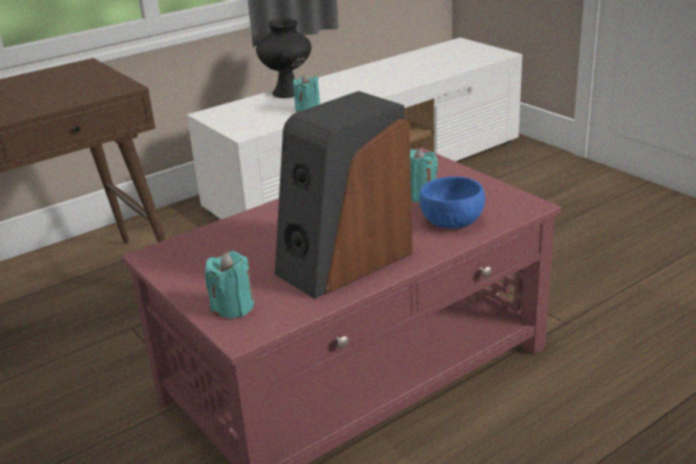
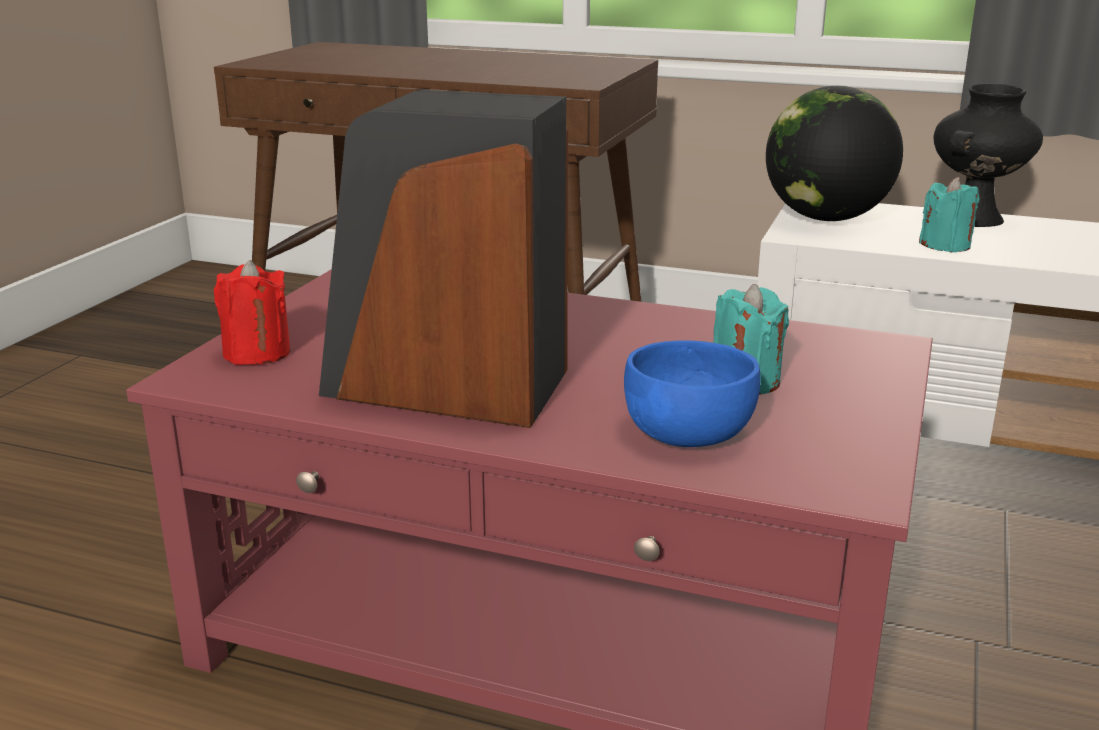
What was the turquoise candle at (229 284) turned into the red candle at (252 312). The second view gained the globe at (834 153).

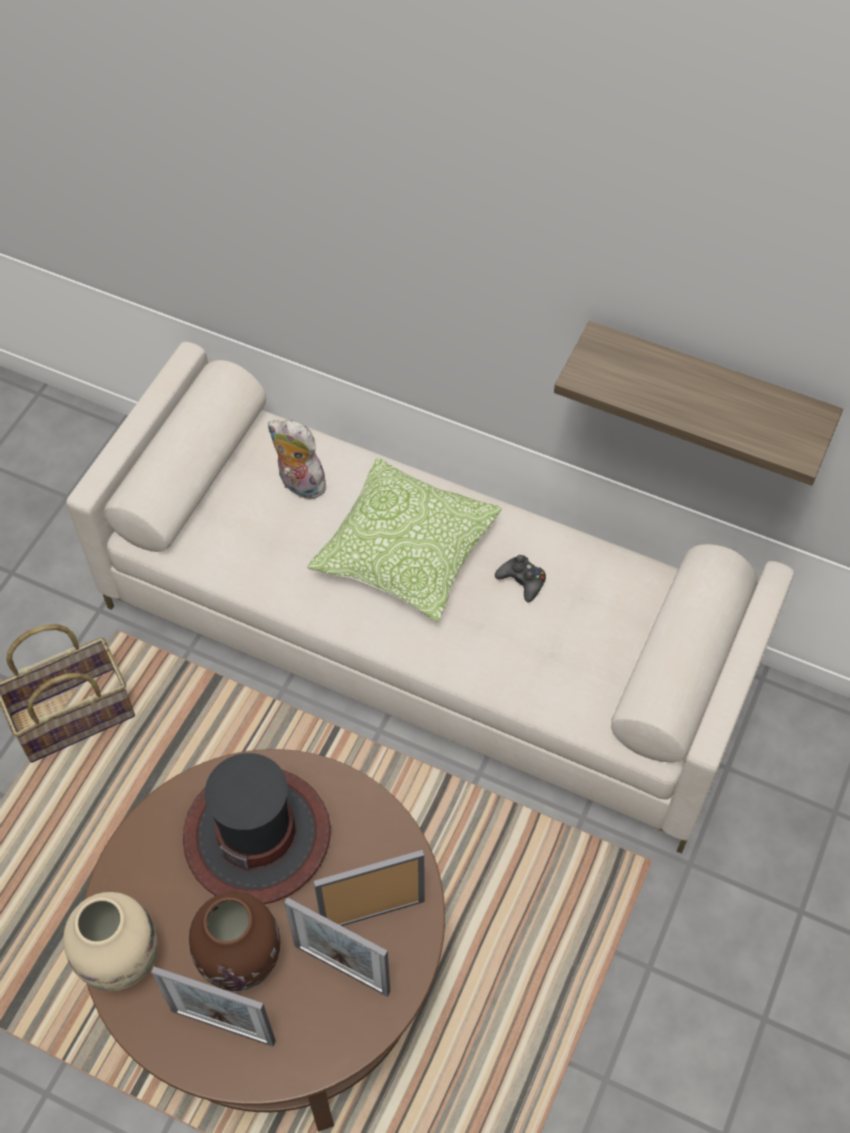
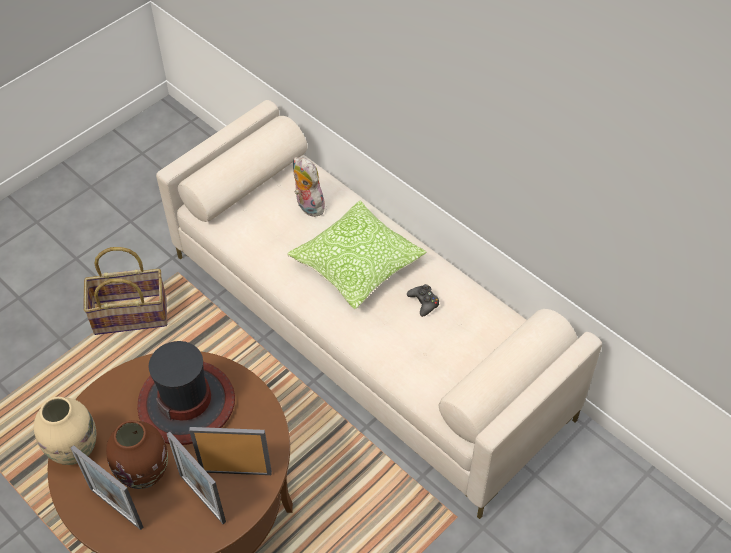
The second view lost the shelf at (698 403).

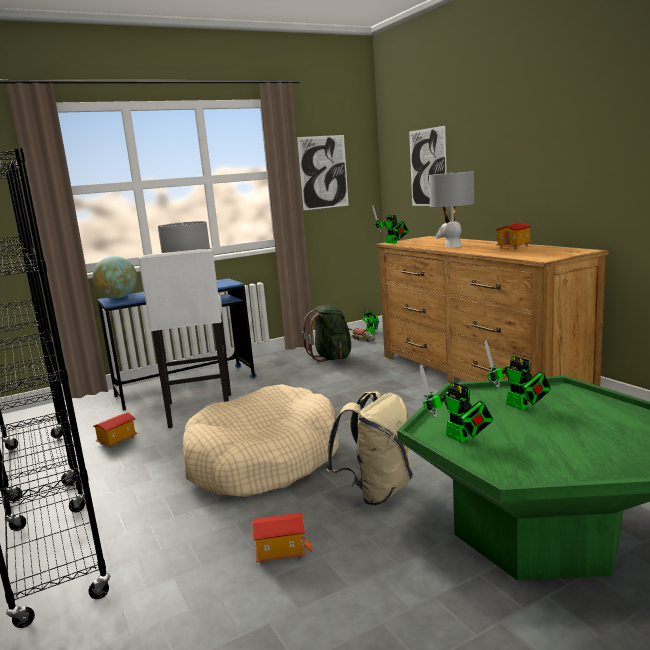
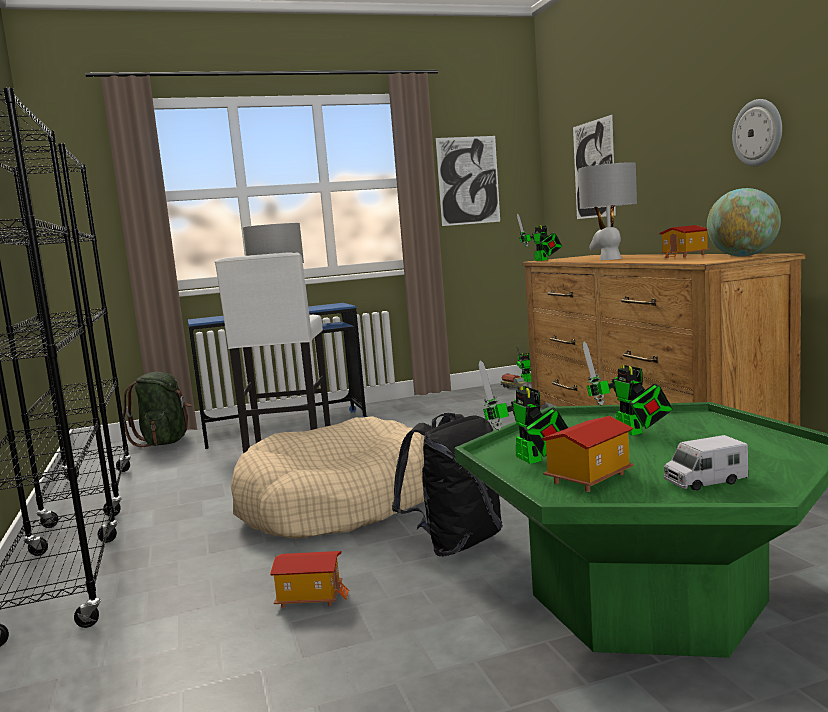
The green backpack ended up elsewhere, having gone from (327 333) to (157 409). What was the beige backpack at (369 448) turned into the black backpack at (447 484). The toy house ended up elsewhere, having gone from (115 430) to (588 454). The second view gained the toy truck at (706 463). The globe ended up elsewhere, having gone from (114 277) to (744 222). The second view gained the wall clock at (757 132).

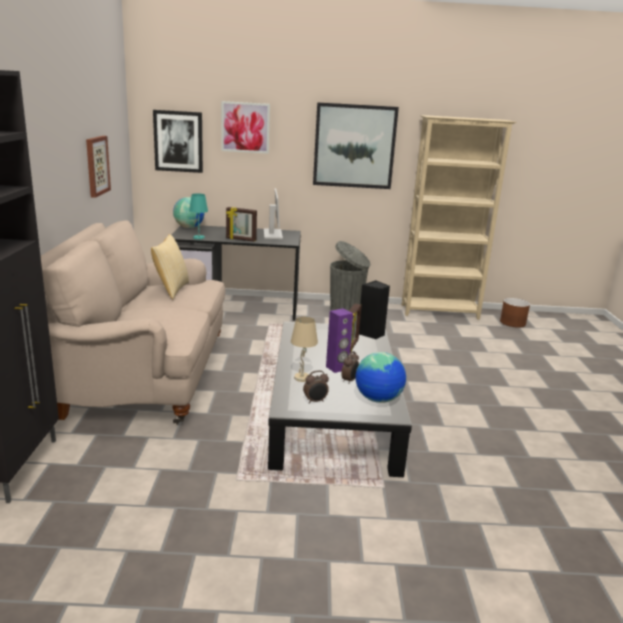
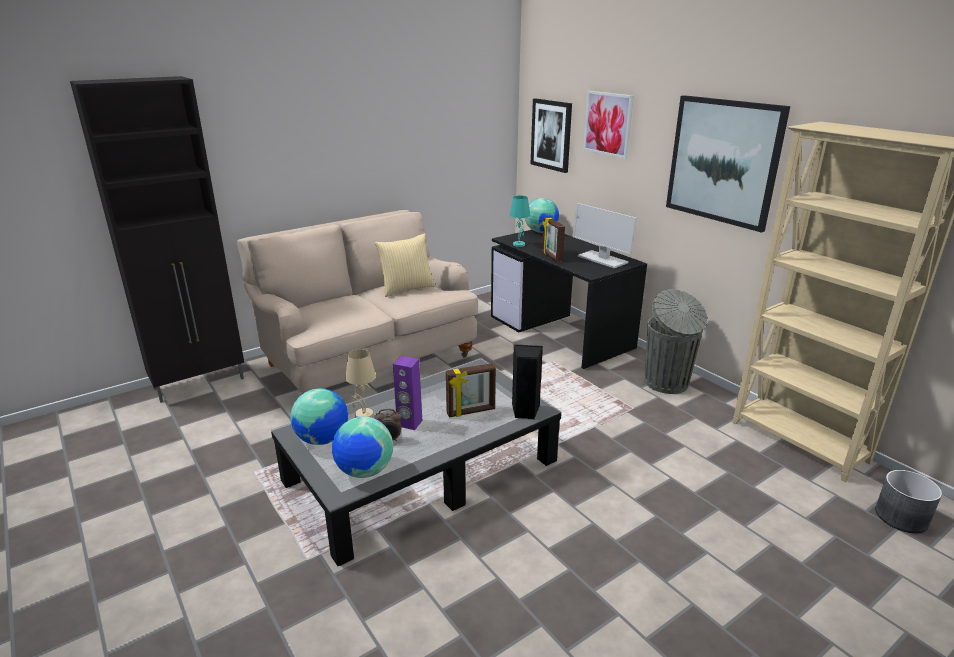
Where the alarm clock stood at (316 387), the globe came to stand at (319 416). The monitor at (273 213) ended up facing another way, 90 degrees clockwise from before. What was the brown planter at (515 313) turned into the grey planter at (908 501). The second view lost the picture at (98 167).

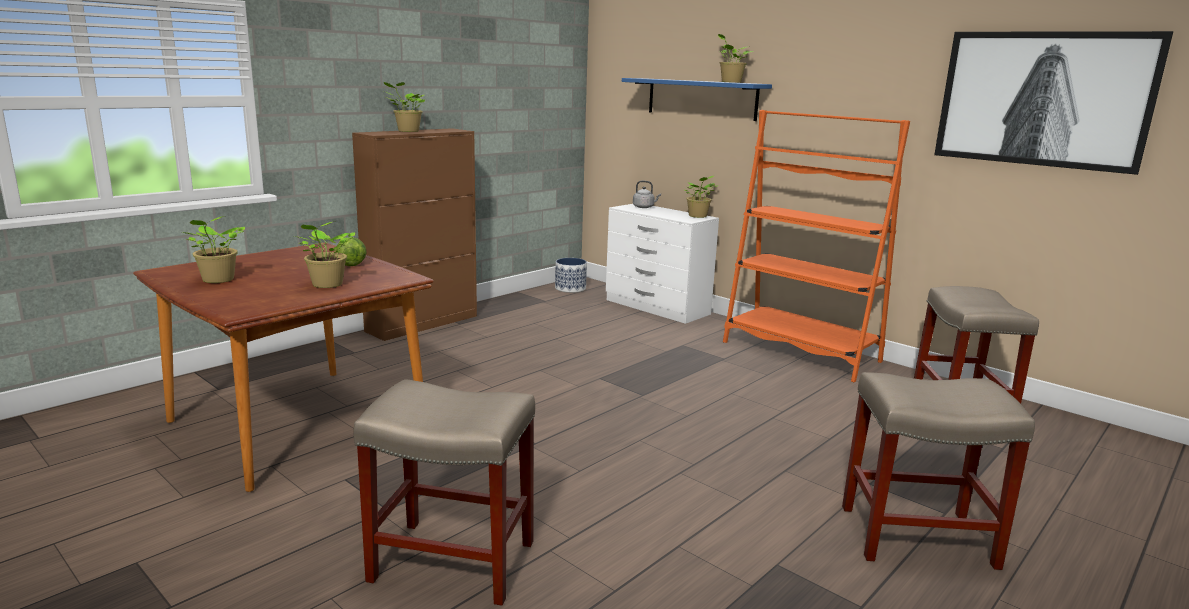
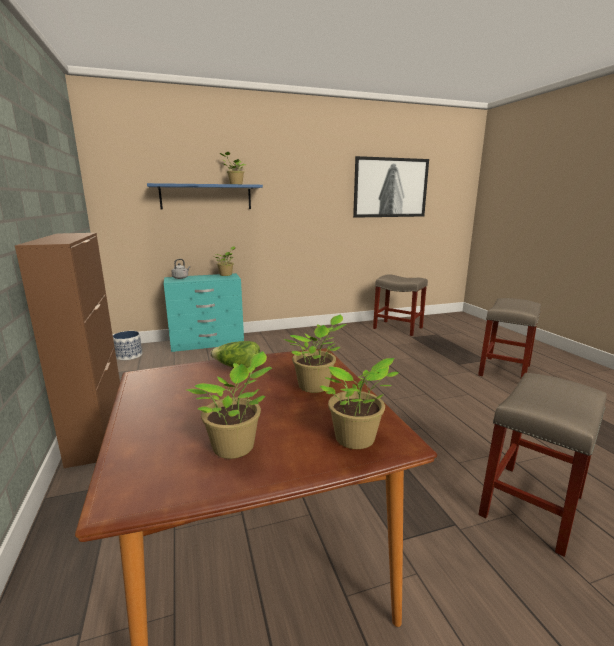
What was the white dresser at (662 264) turned into the turquoise dresser at (204 312). The potted plant ended up elsewhere, having gone from (404 107) to (359 403). The second view lost the orange bookcase at (816 246).

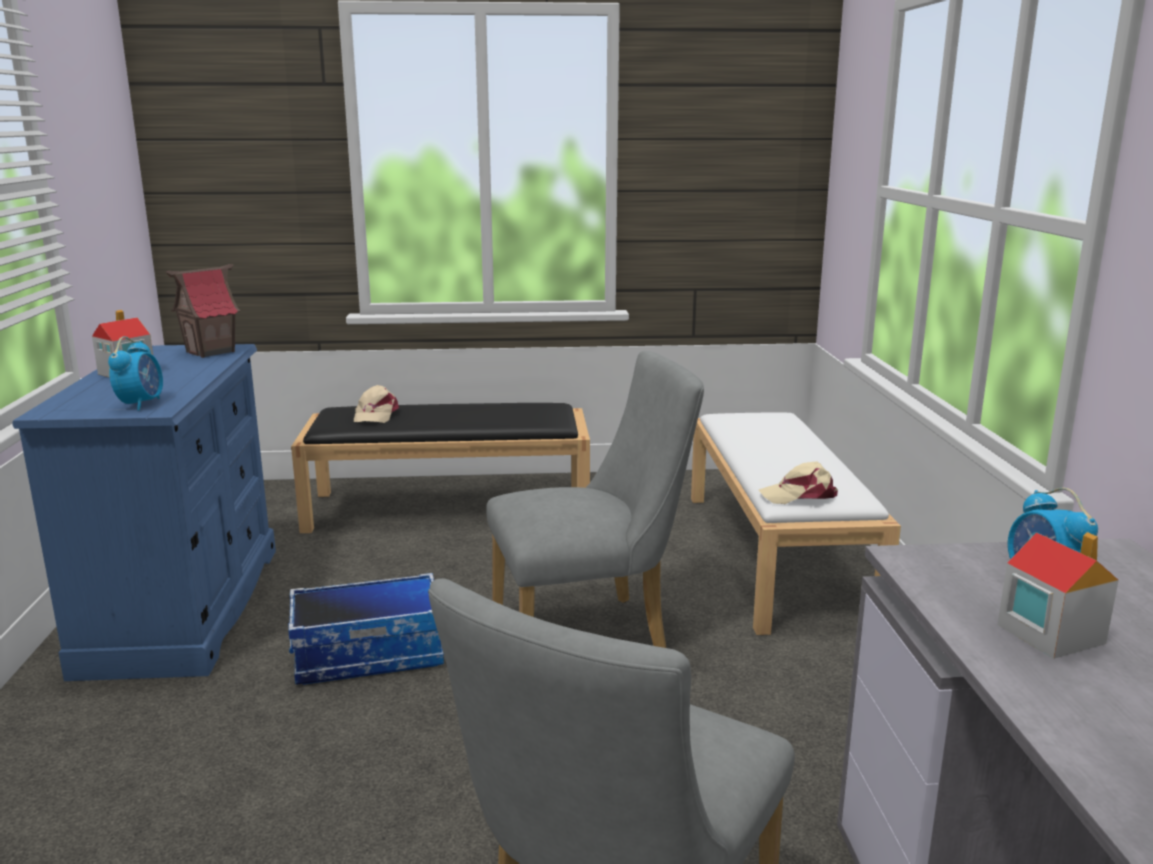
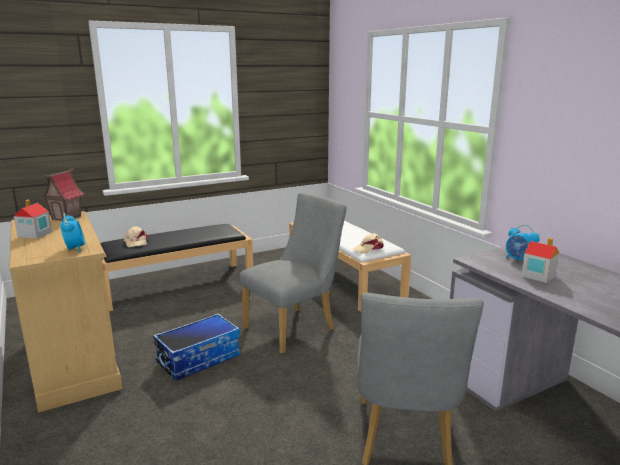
What was the blue dresser at (144 512) turned into the beige dresser at (66 312).

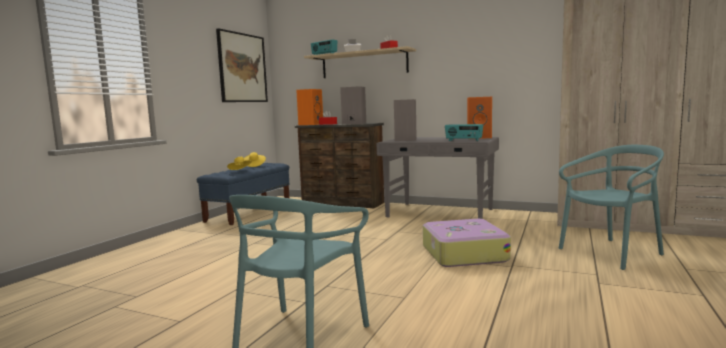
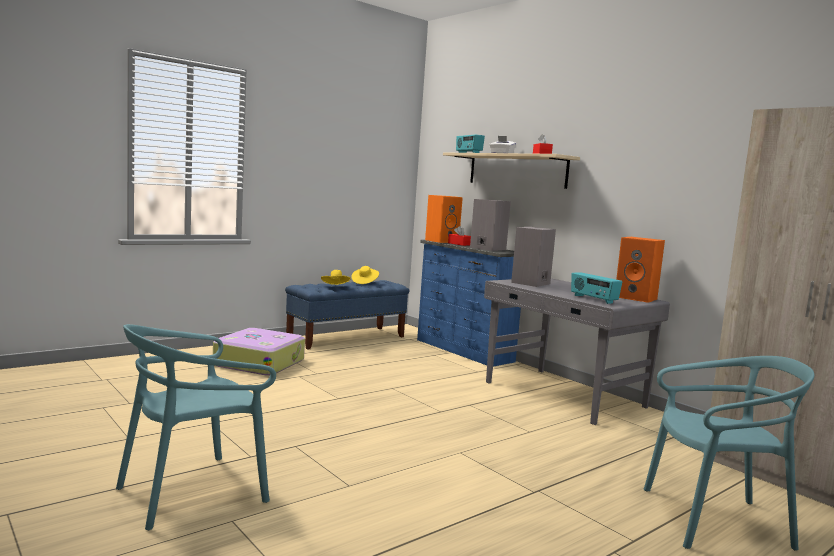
The suitcase ended up elsewhere, having gone from (467 243) to (259 352). What was the brown dresser at (339 165) turned into the blue dresser at (469 303). The second view lost the picture at (242 65).

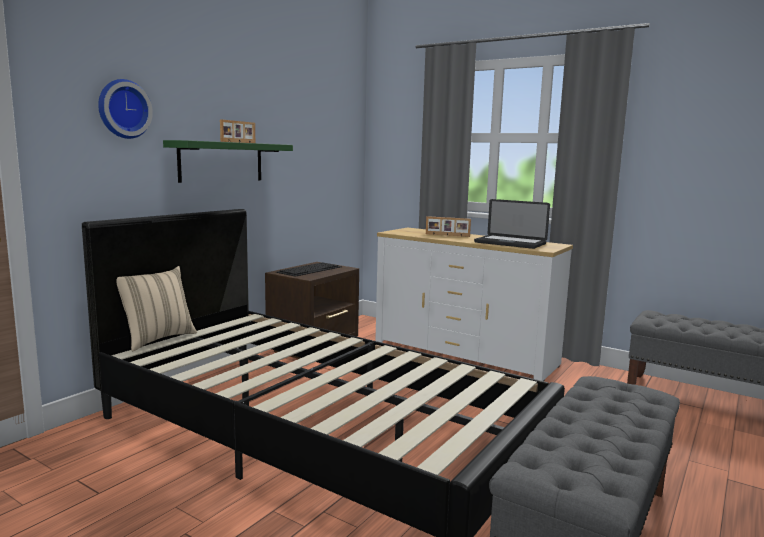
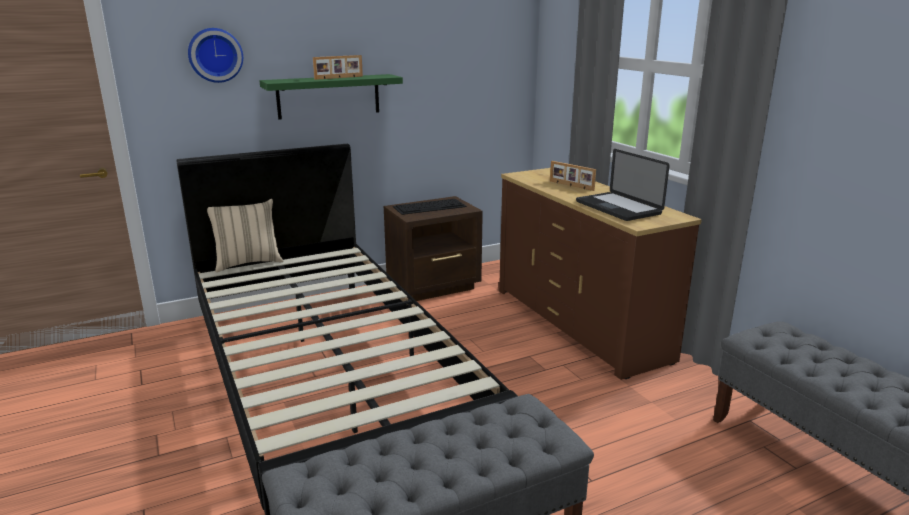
What was the white dresser at (474 304) turned into the brown dresser at (600 274).

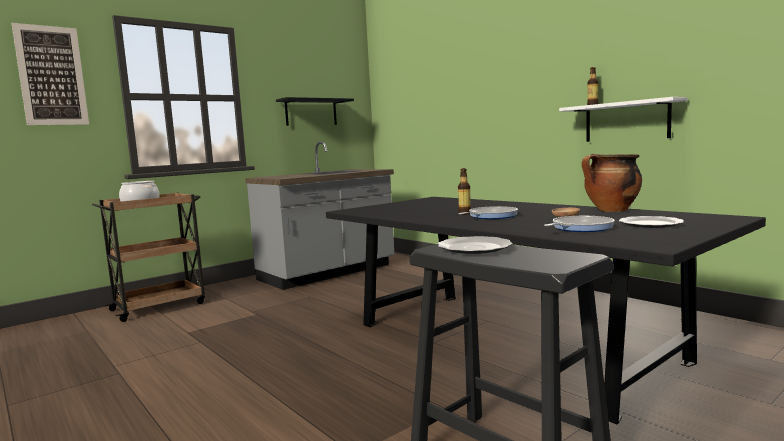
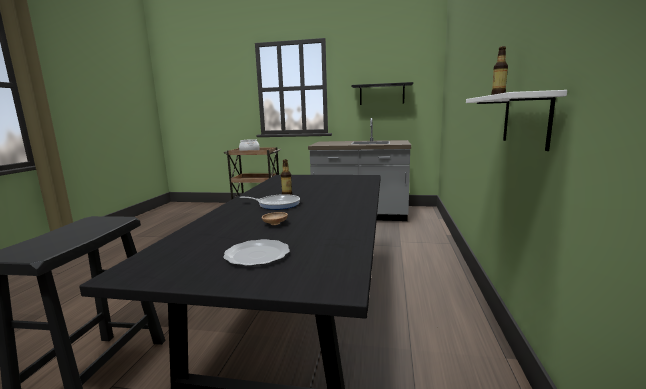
The second view lost the picture at (50 74). The second view lost the plate at (475 245). The second view lost the frying pan at (579 224). The second view lost the cooking pot at (612 183).

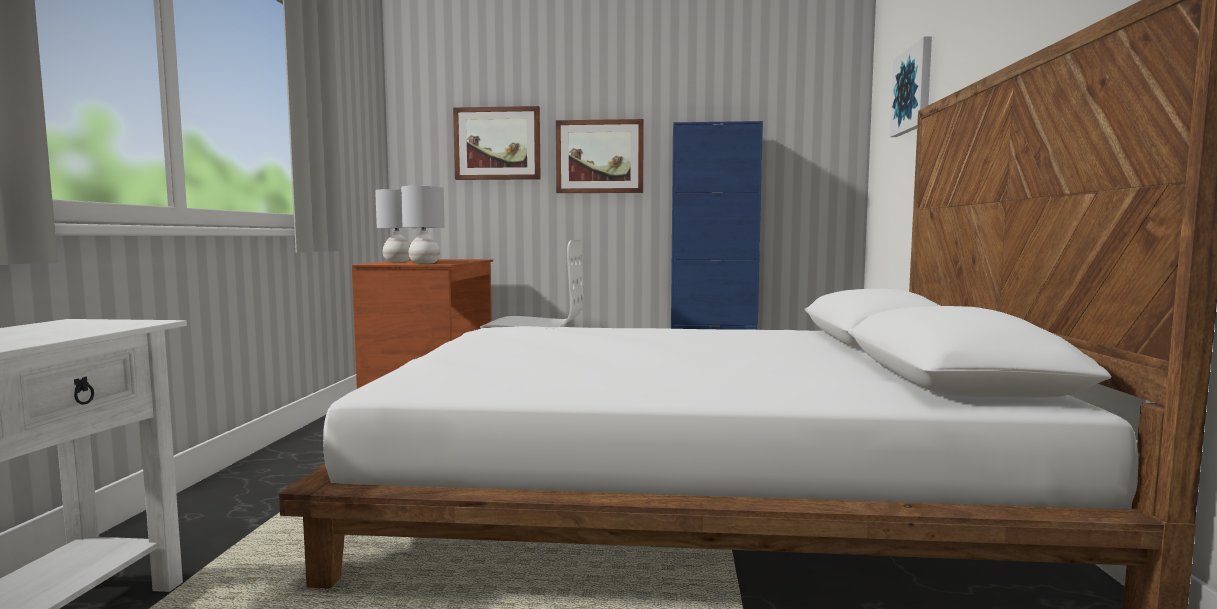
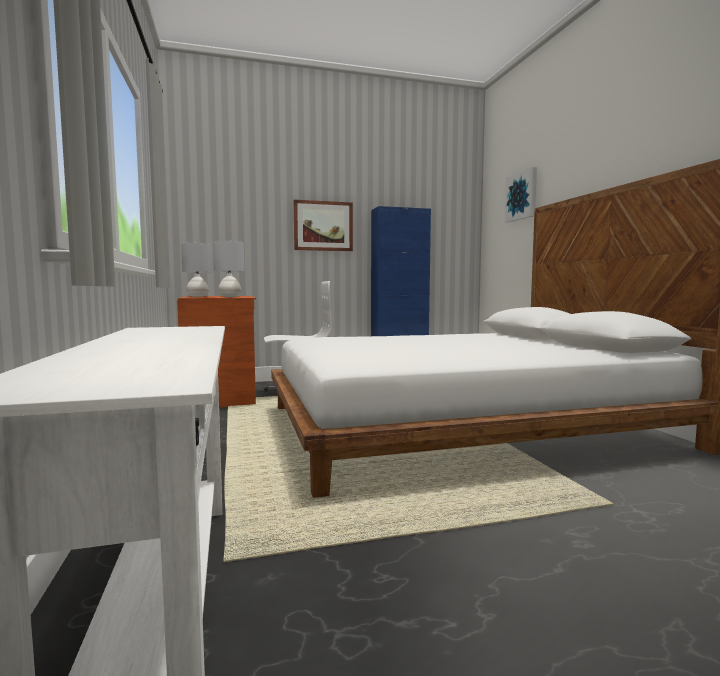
The second view lost the picture at (496 143).

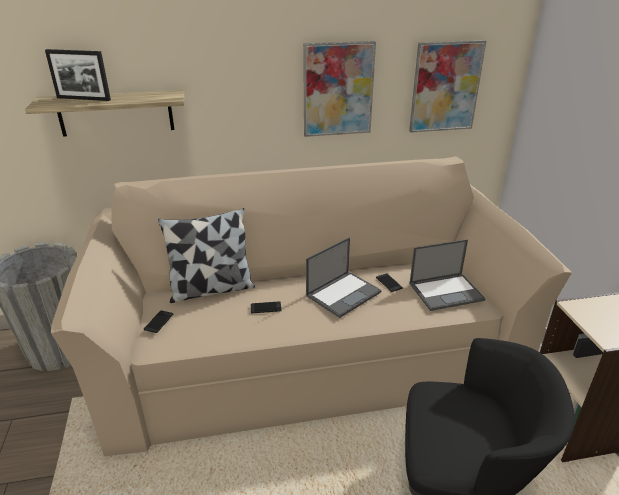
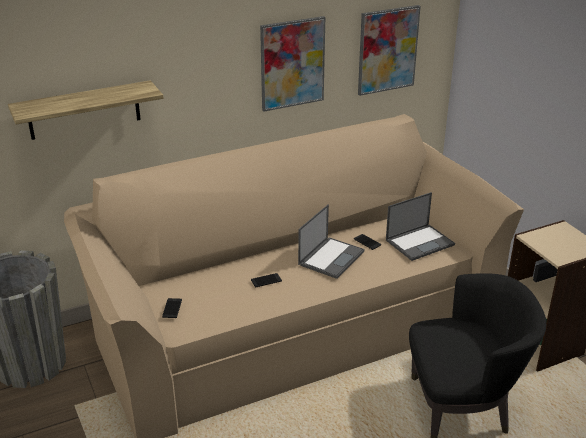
The second view lost the picture frame at (78 75). The second view lost the pillow at (206 255).

